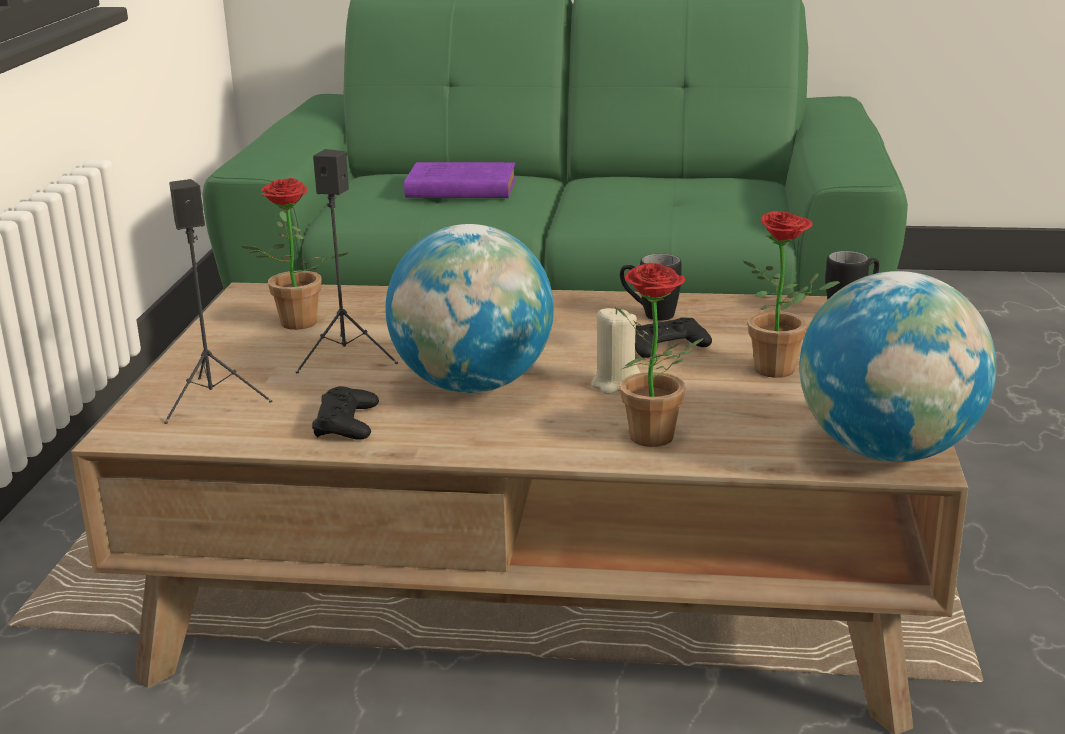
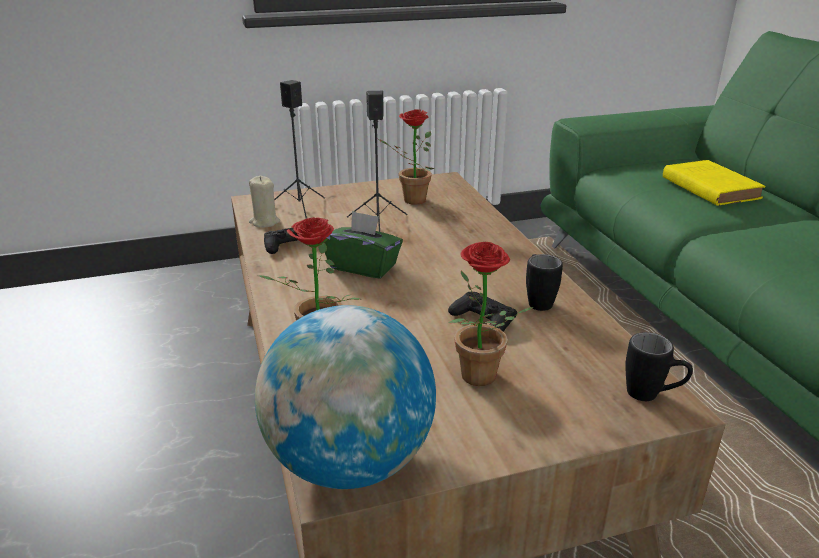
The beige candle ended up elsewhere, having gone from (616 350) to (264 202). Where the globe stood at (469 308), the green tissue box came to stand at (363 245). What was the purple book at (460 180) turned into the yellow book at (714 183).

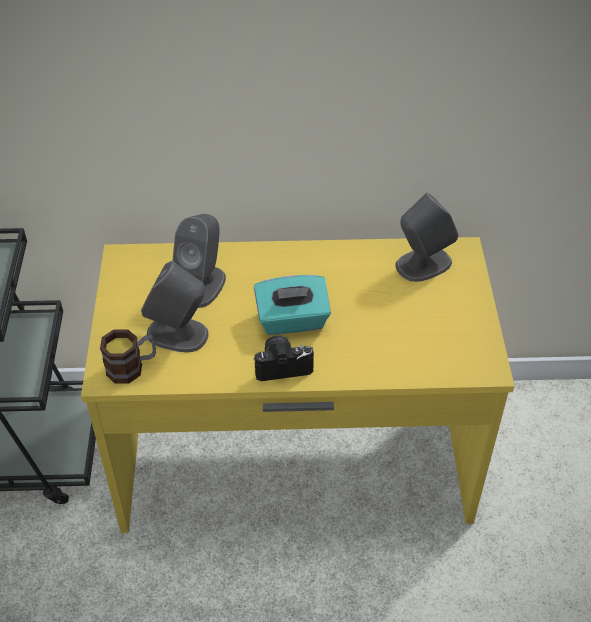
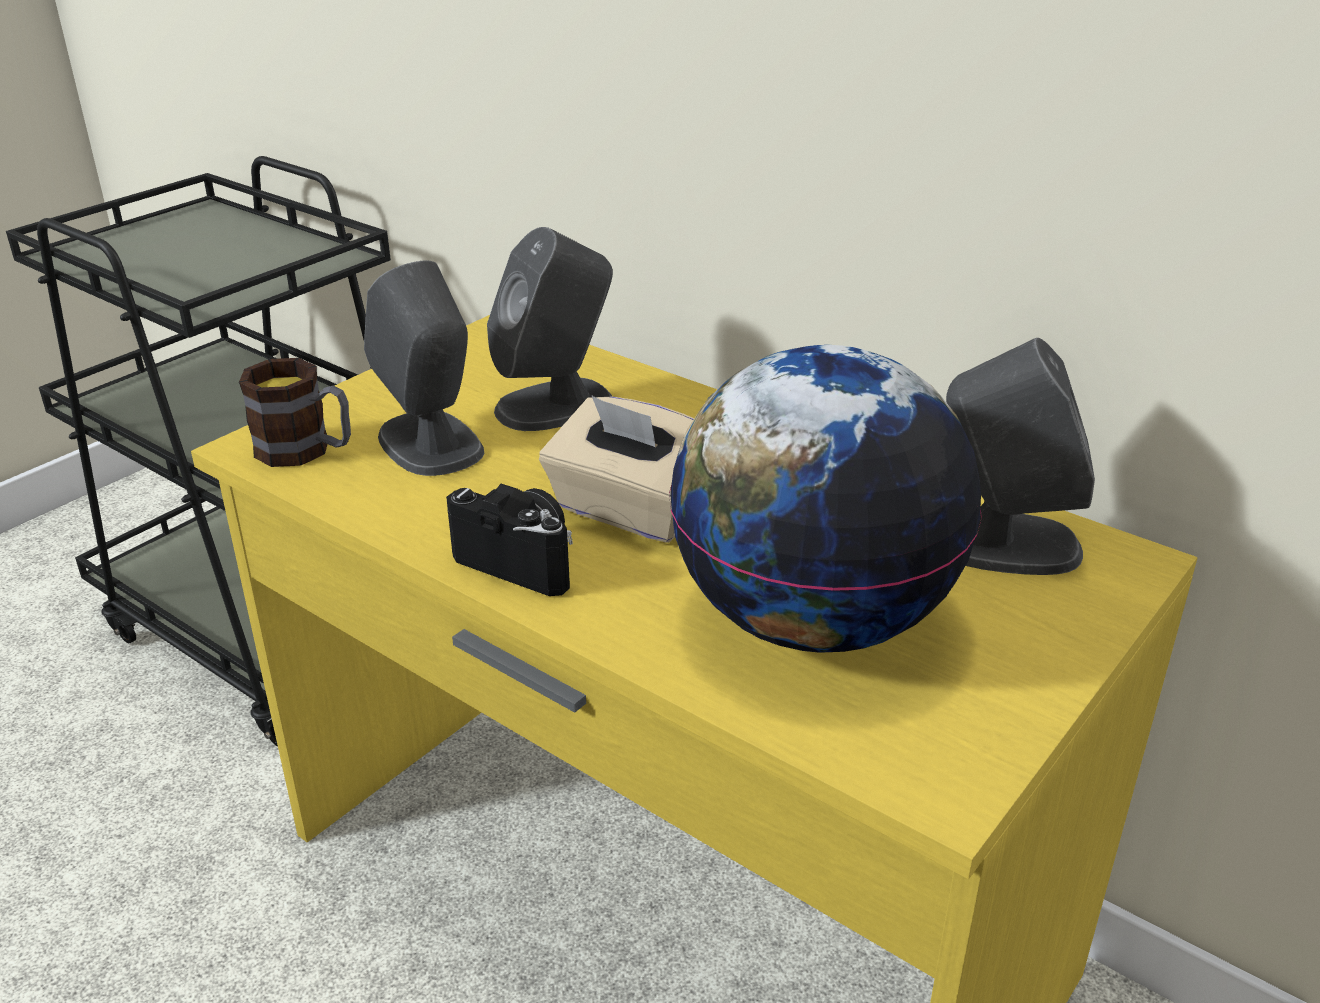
What was the turquoise tissue box at (292 305) turned into the beige tissue box at (616 469). The second view gained the globe at (825 499).

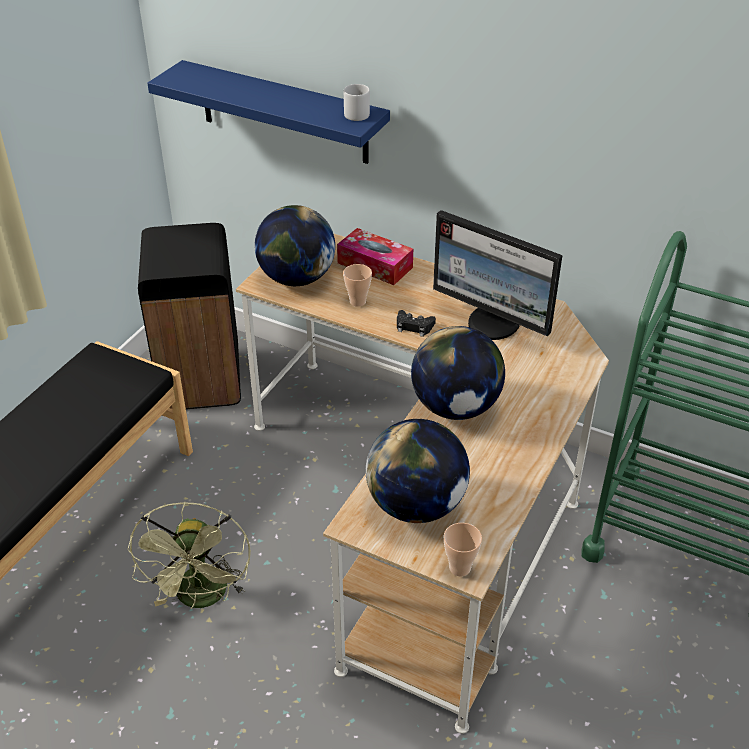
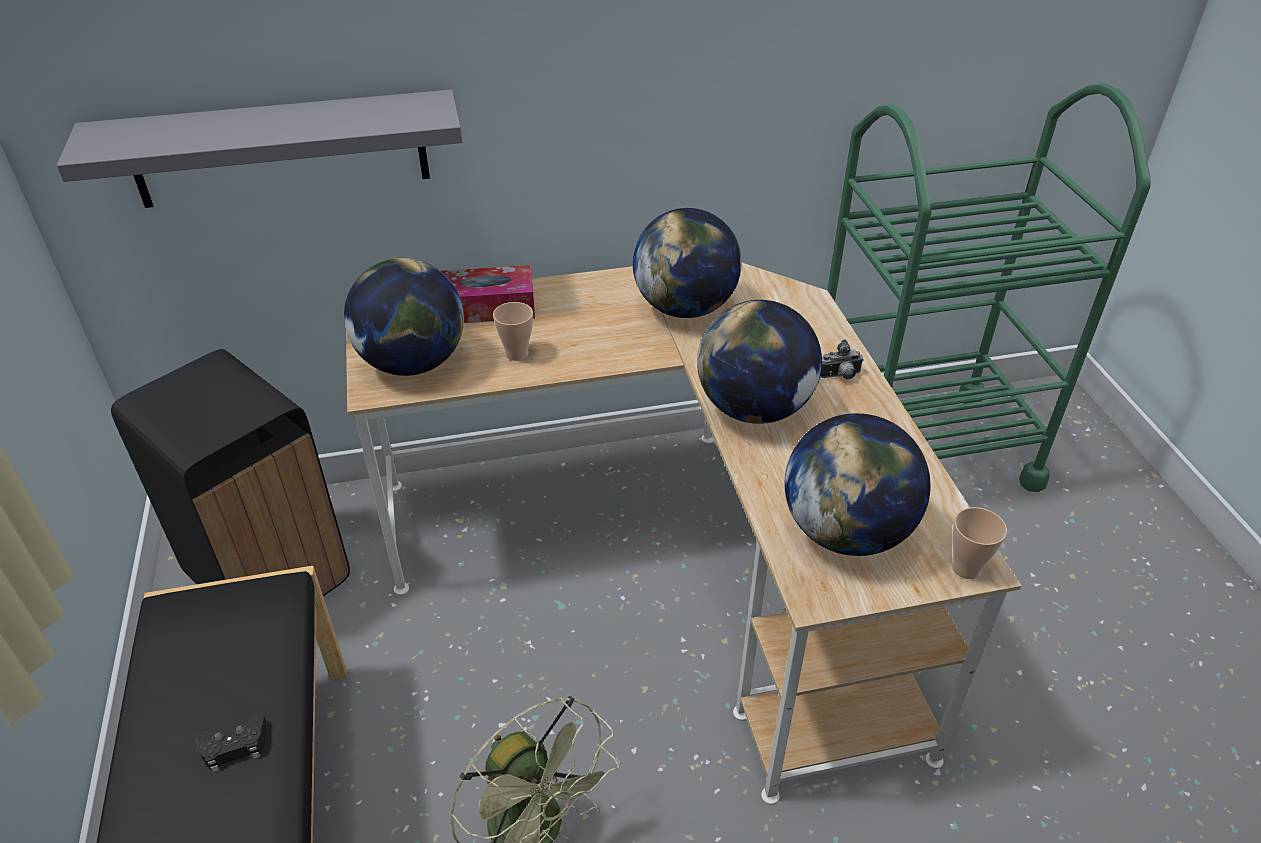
What was the blue shelf at (268 112) turned into the grey shelf at (259 149). The black game controller ended up elsewhere, having gone from (416 323) to (230 742). Where the monitor stood at (497 275), the globe came to stand at (687 263). The second view gained the photo camera at (842 359). The second view lost the grey mug at (357 102).

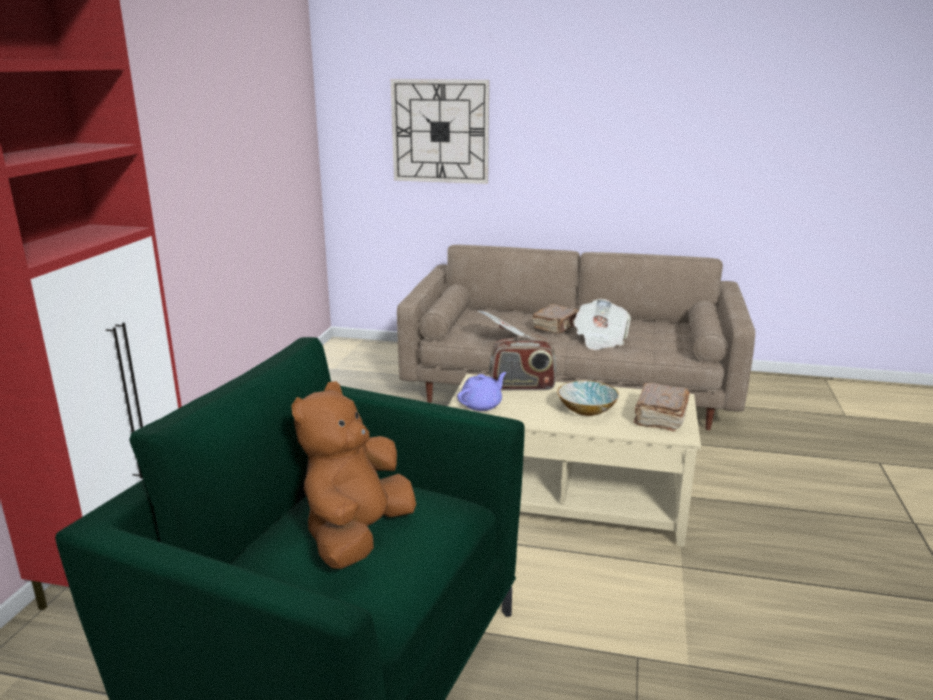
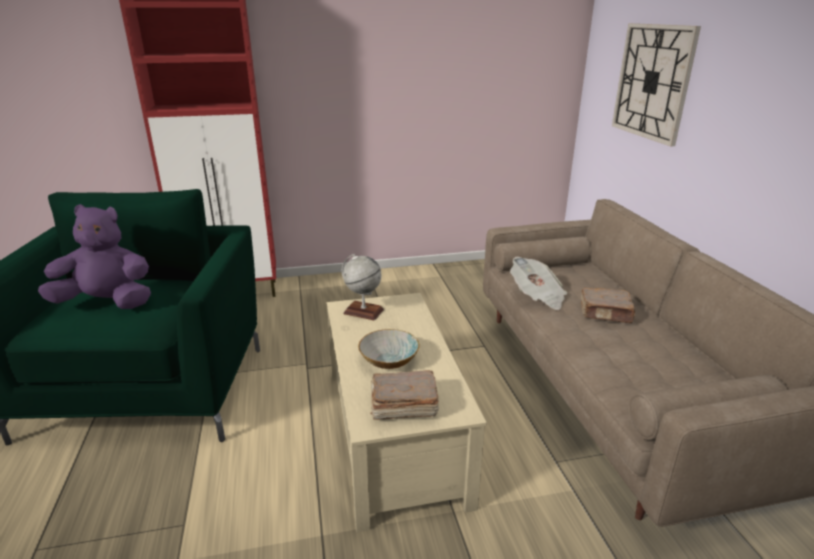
What was the brown plush toy at (354 475) turned into the purple plush toy at (94 256). Where the purple teapot stood at (482 391), the globe came to stand at (363 287). The second view lost the radio at (522 362). The second view lost the newspaper at (602 324).

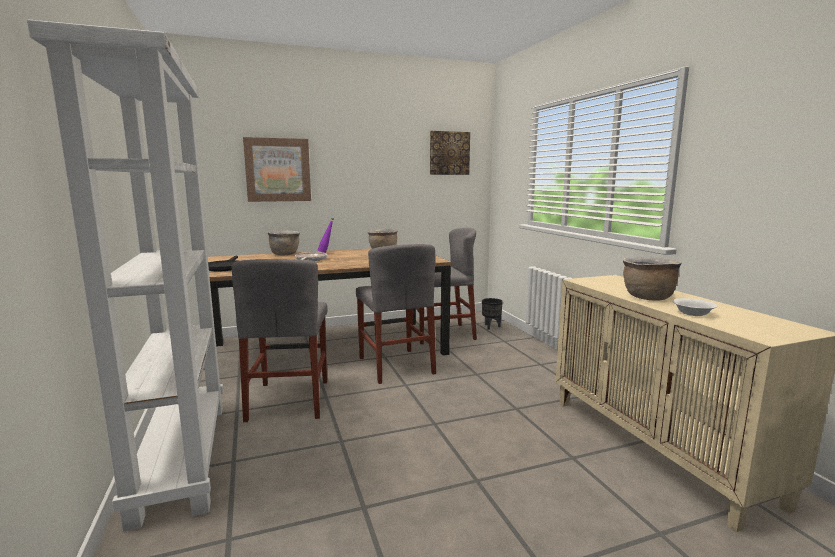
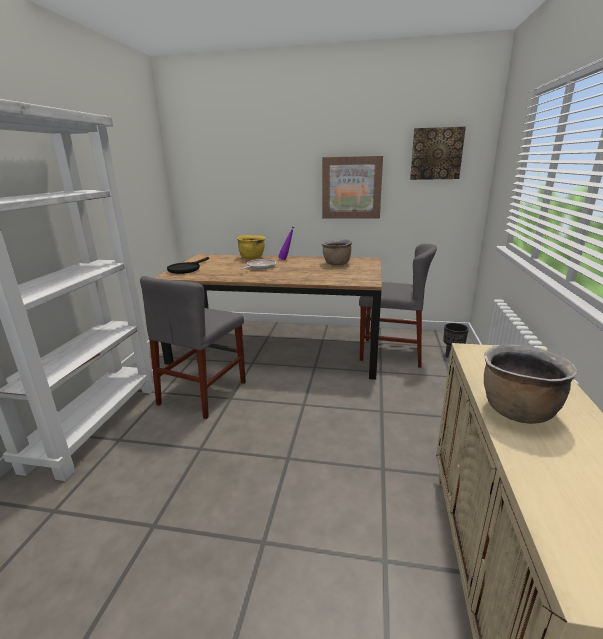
What was the brown cooking pot at (284 243) turned into the yellow cooking pot at (251 247). The picture ended up elsewhere, having gone from (277 169) to (352 187). The second view lost the grey chair at (396 314). The second view lost the white bowl at (694 307).

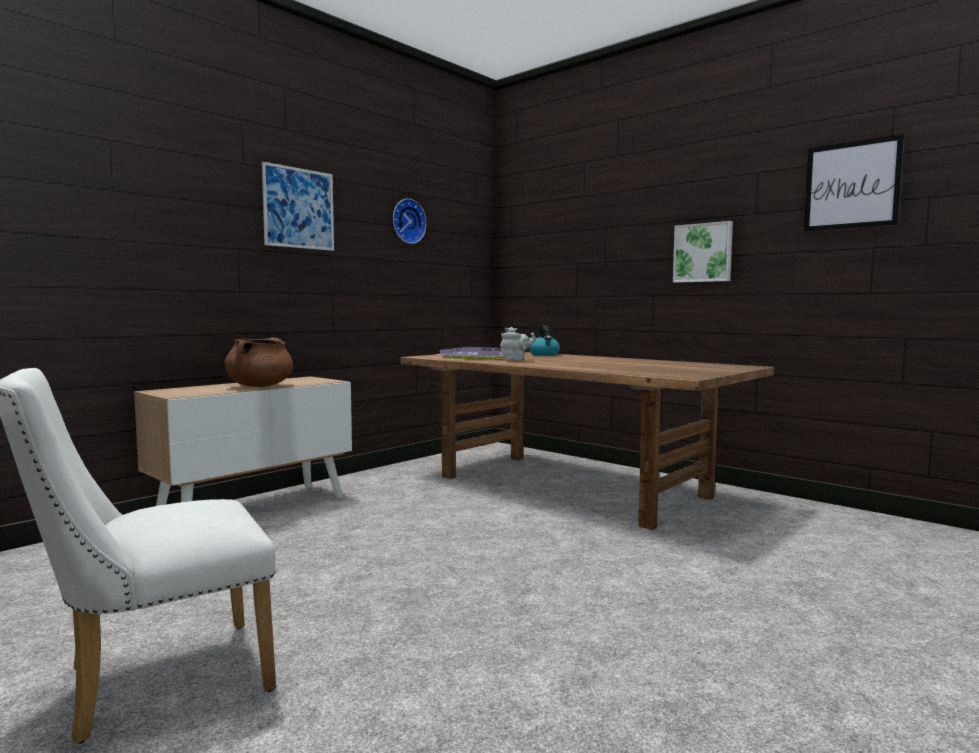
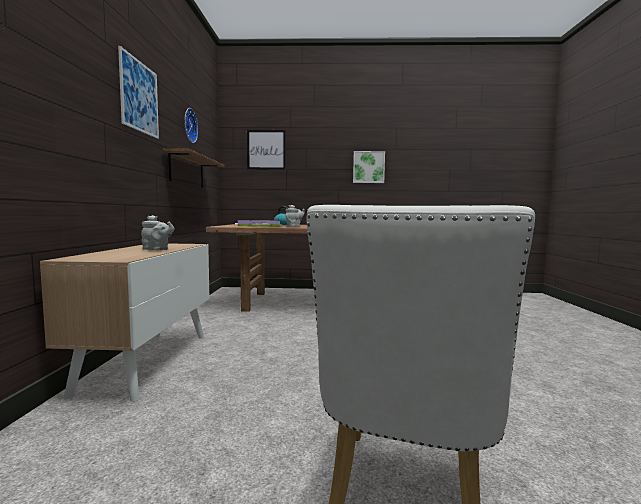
Where the brown cooking pot stood at (259 362), the grey teapot came to stand at (157 232). The second view gained the shelf at (193 168). The picture ended up elsewhere, having gone from (854 183) to (266 150).

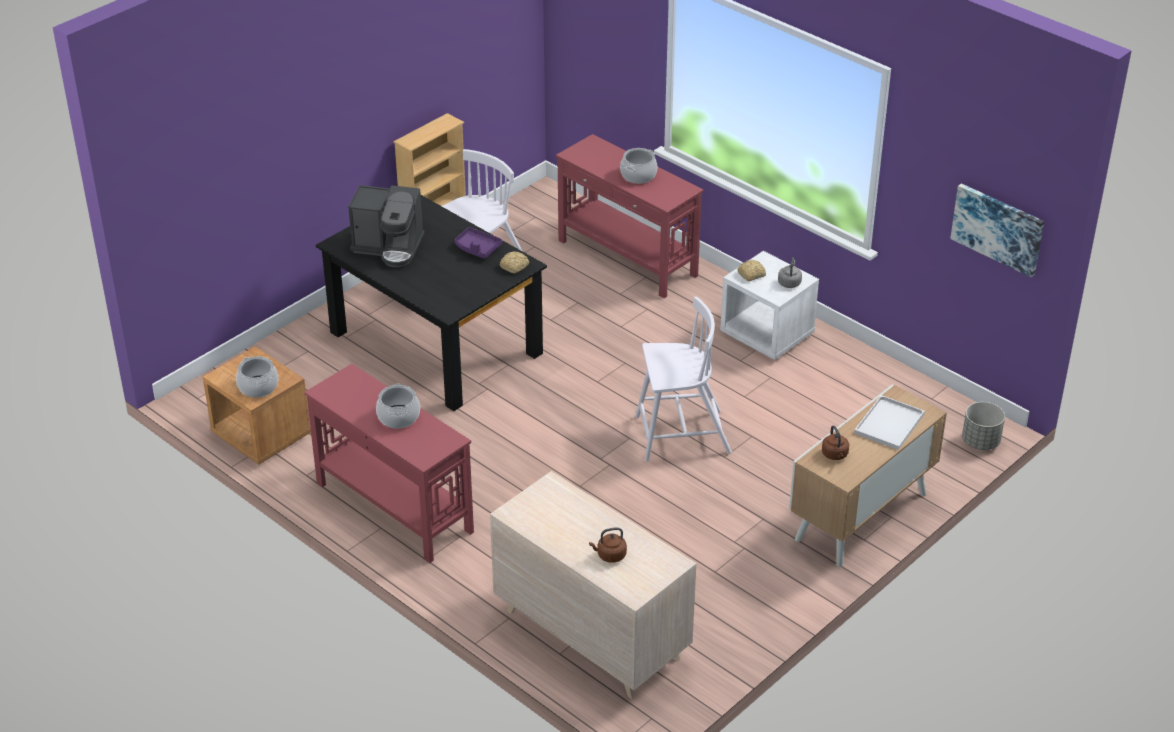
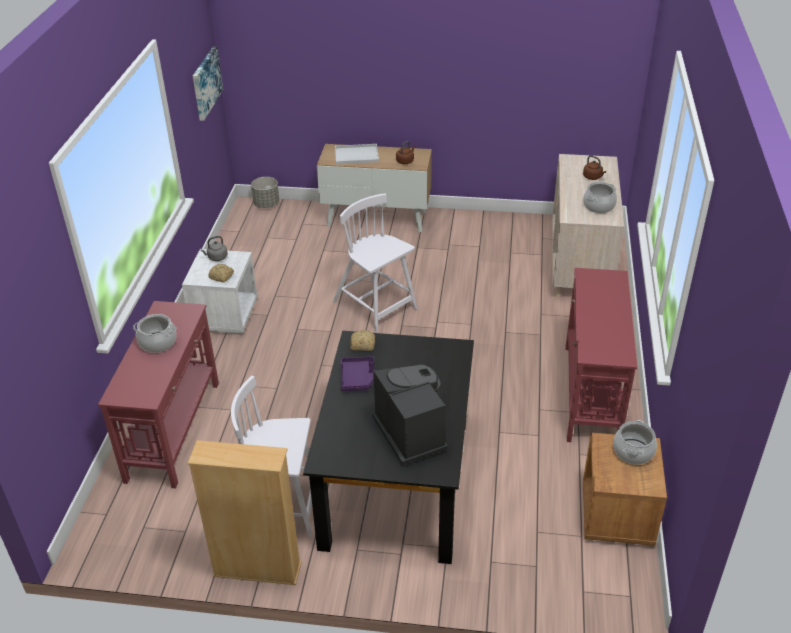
The cooking pot ended up elsewhere, having gone from (398 406) to (600 197).

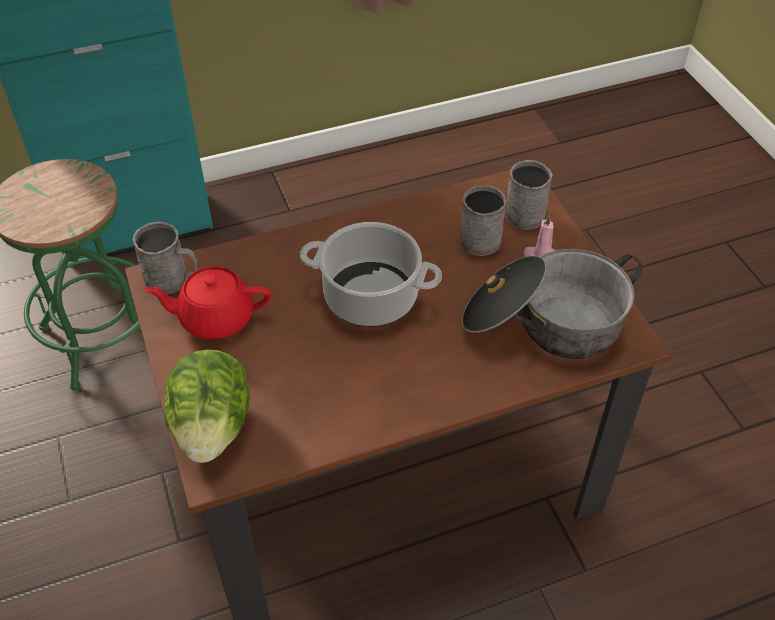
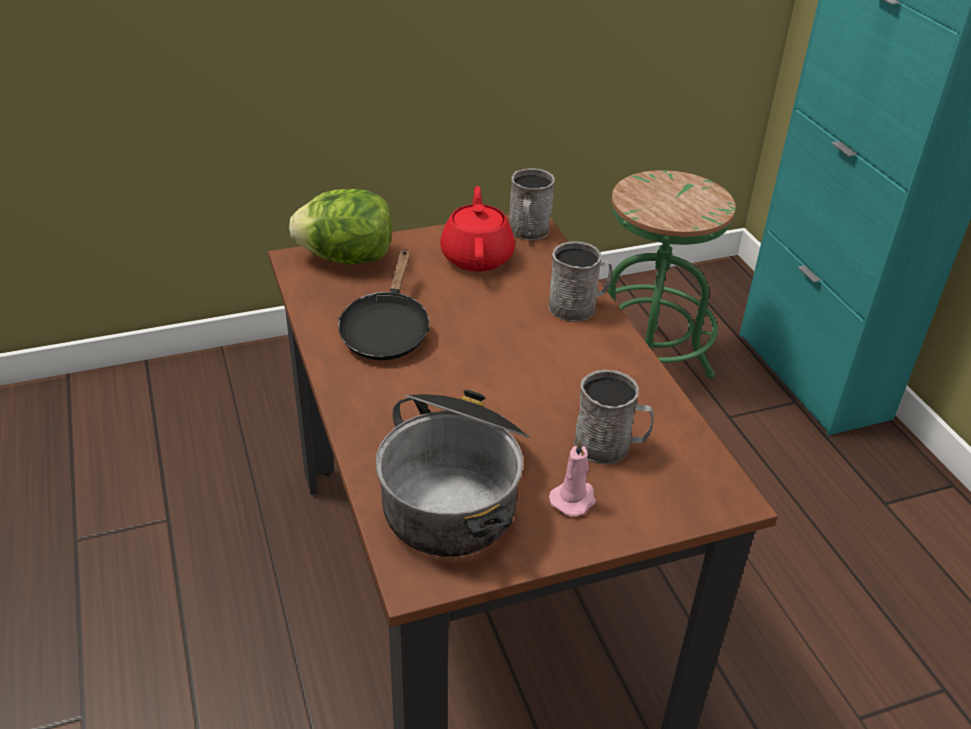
The second view gained the black frying pan at (384 304). The grey mug ended up elsewhere, having gone from (529 195) to (580 281). The second view lost the cooking pot at (371 274).

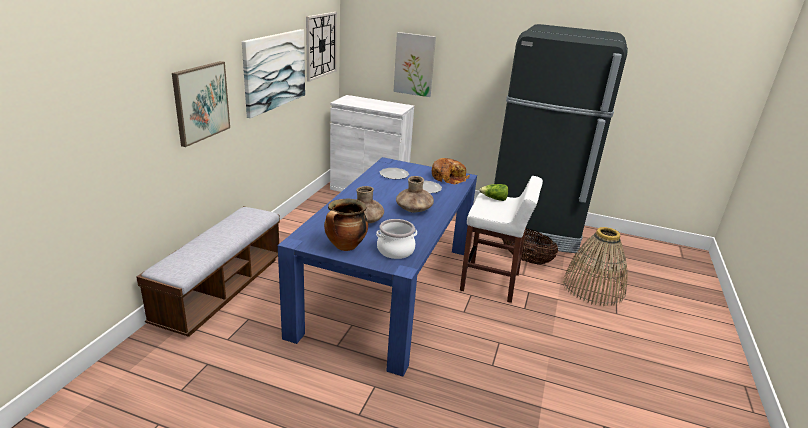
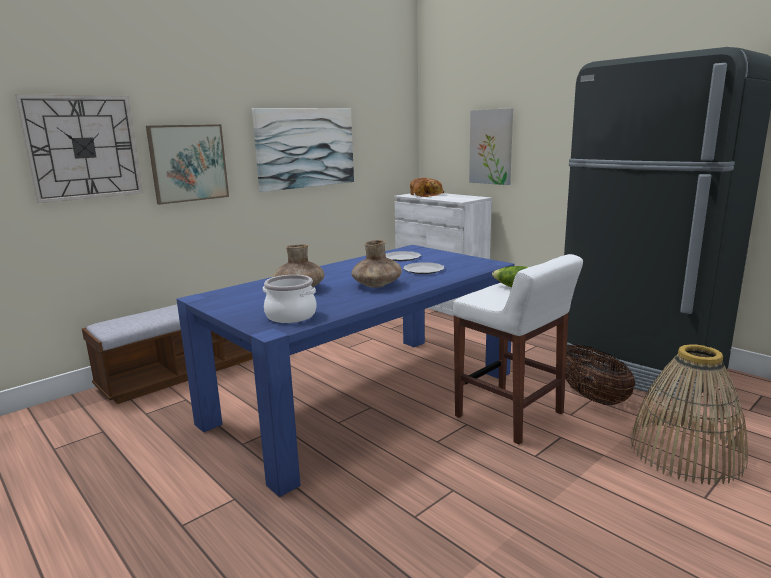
The wall clock ended up elsewhere, having gone from (321 47) to (79 148). The bread ended up elsewhere, having gone from (451 171) to (427 187). The second view lost the cooking pot at (346 225).

